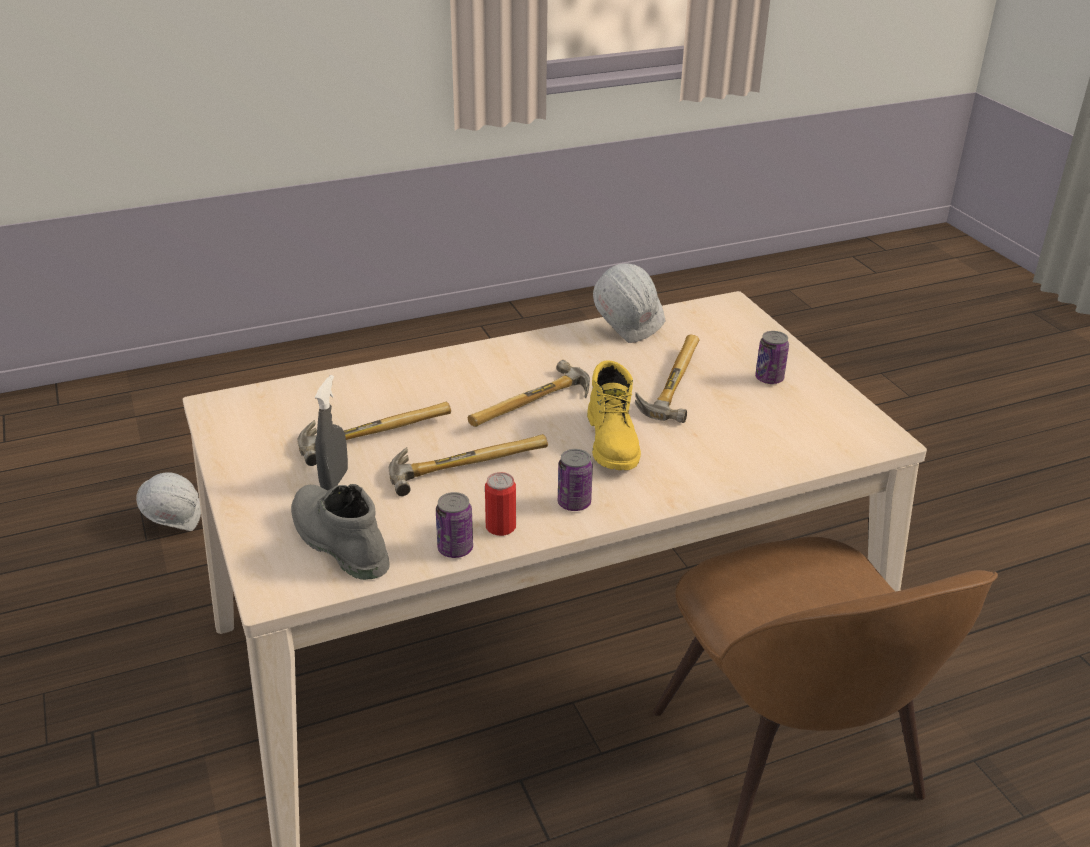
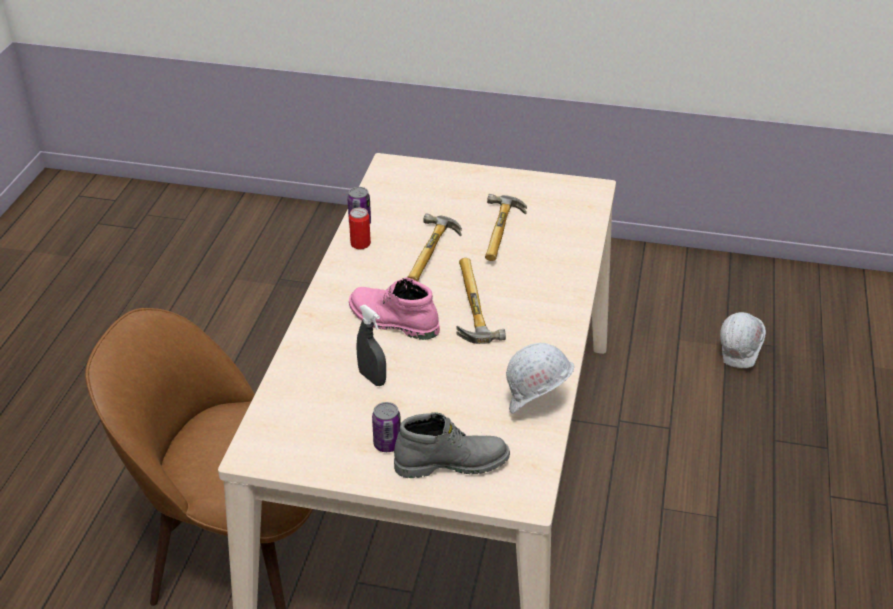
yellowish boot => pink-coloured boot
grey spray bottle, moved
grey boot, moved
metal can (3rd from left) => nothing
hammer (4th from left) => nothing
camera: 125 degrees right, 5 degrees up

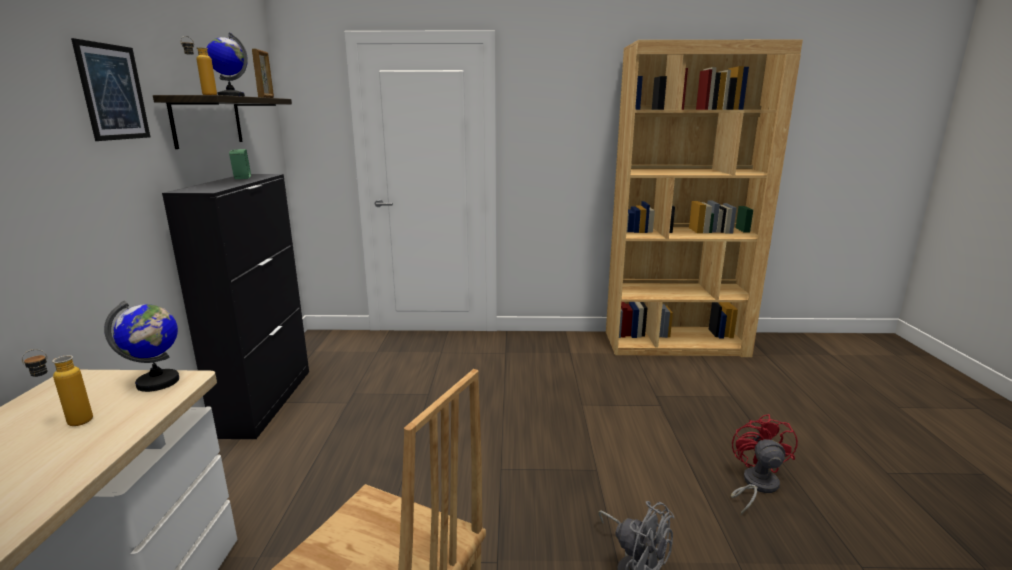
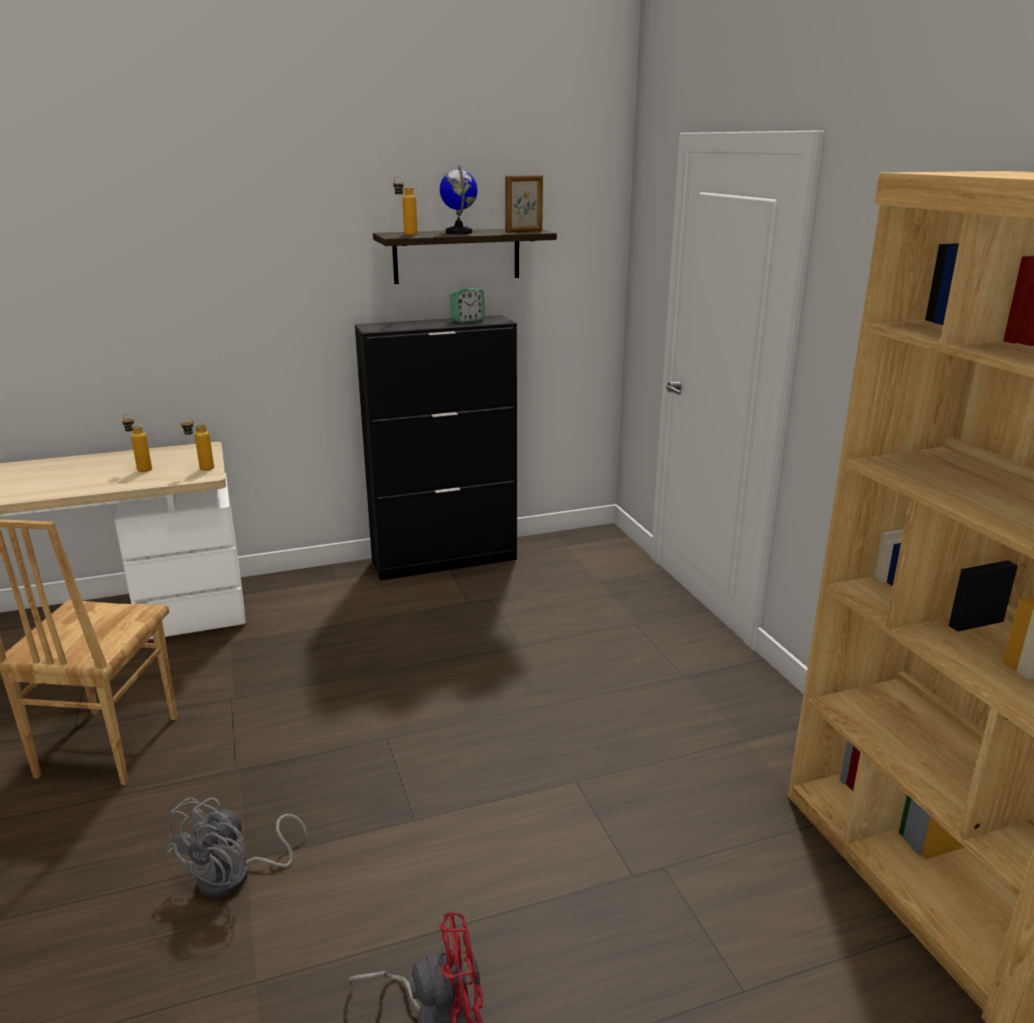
desk globe (1st from left) => bottle (2nd from left)
wall picture => nothing
camera: 70 degrees right, 5 degrees up

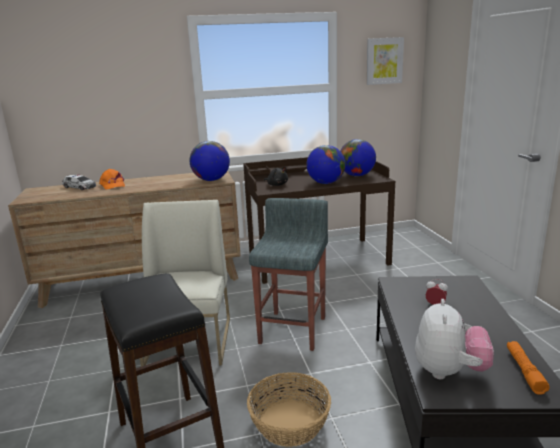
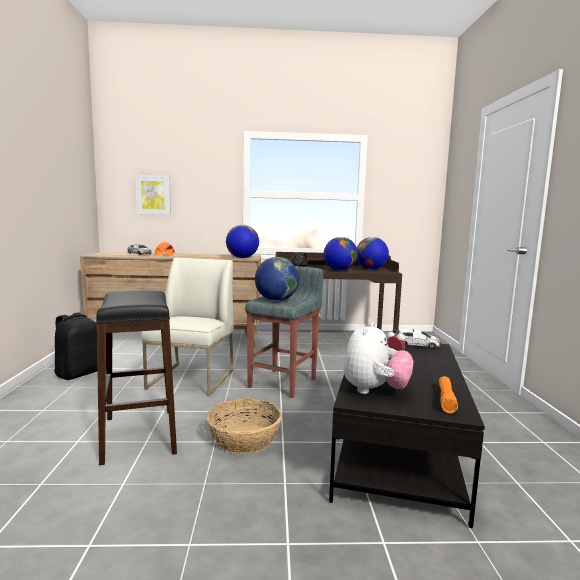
nothing => blackish backpack
wall picture, moved
nothing => desk globe (2nd from left)
nothing => miniature car (2nd from left)
camera: 10 degrees right, 10 degrees down

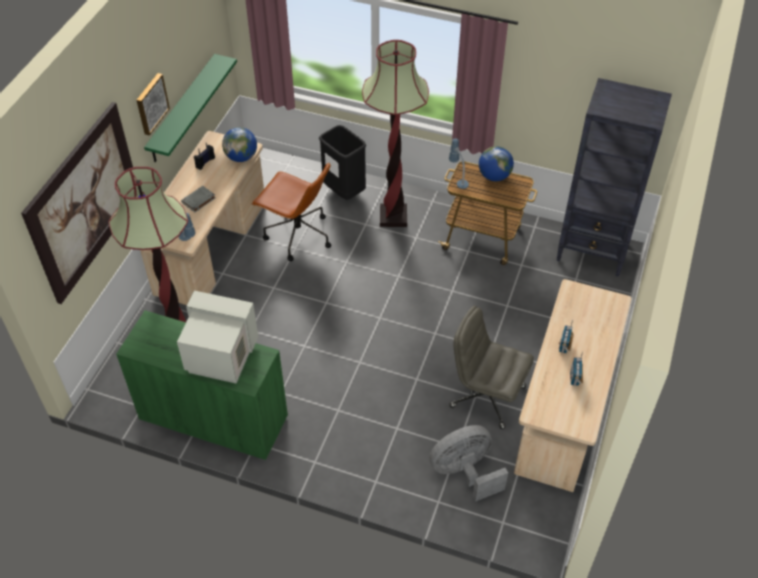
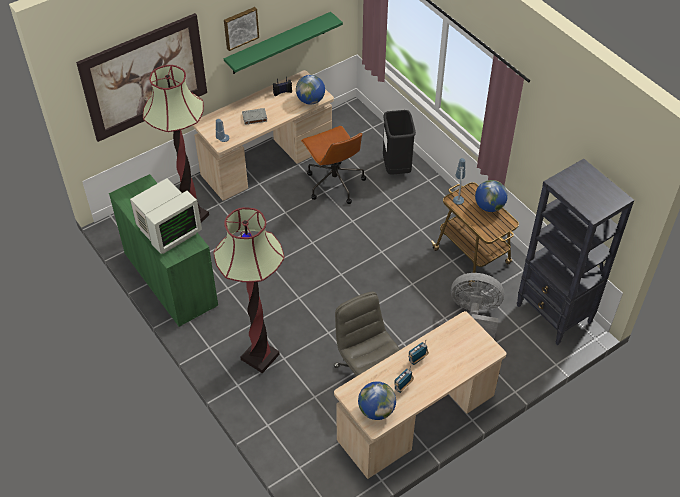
computer display, 90 degrees clockwise
standing lamp (2nd from left), moved
nothing => desk globe (2nd from left)
grey electric fan, moved
camera: 35 degrees right, 0 degrees up

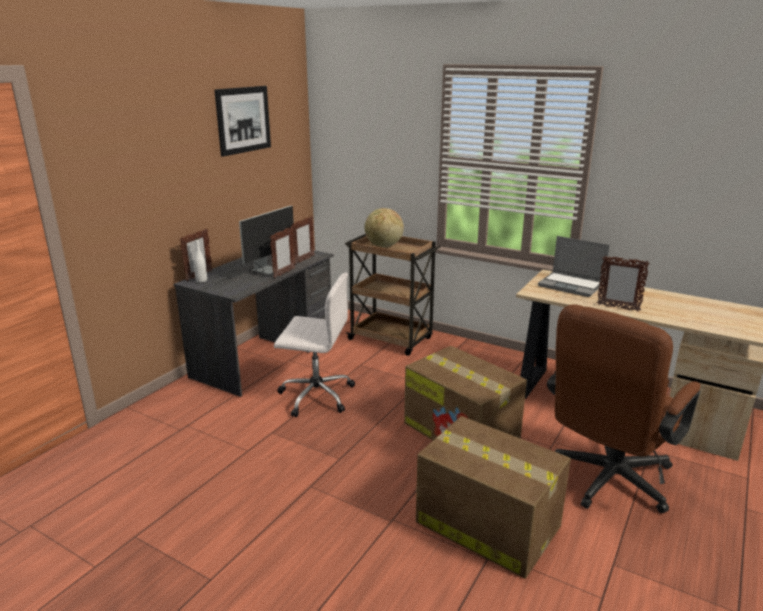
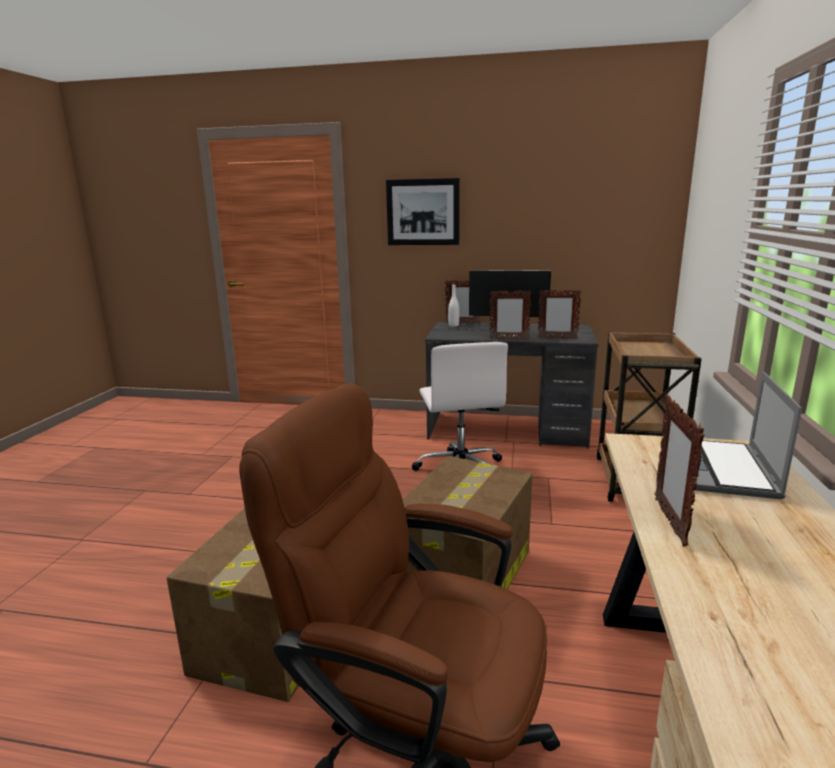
wall picture, moved
desk globe => nothing
camera: 70 degrees right, 5 degrees down

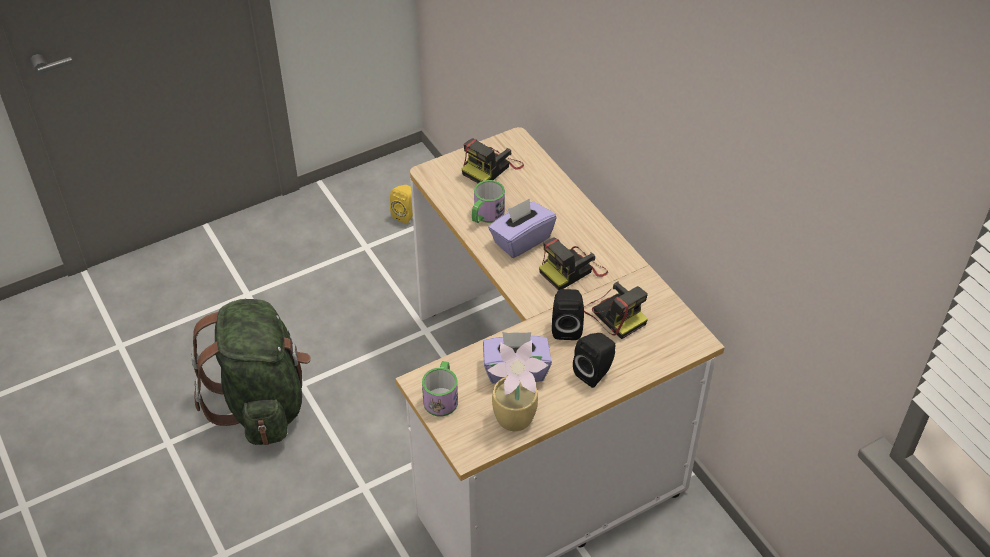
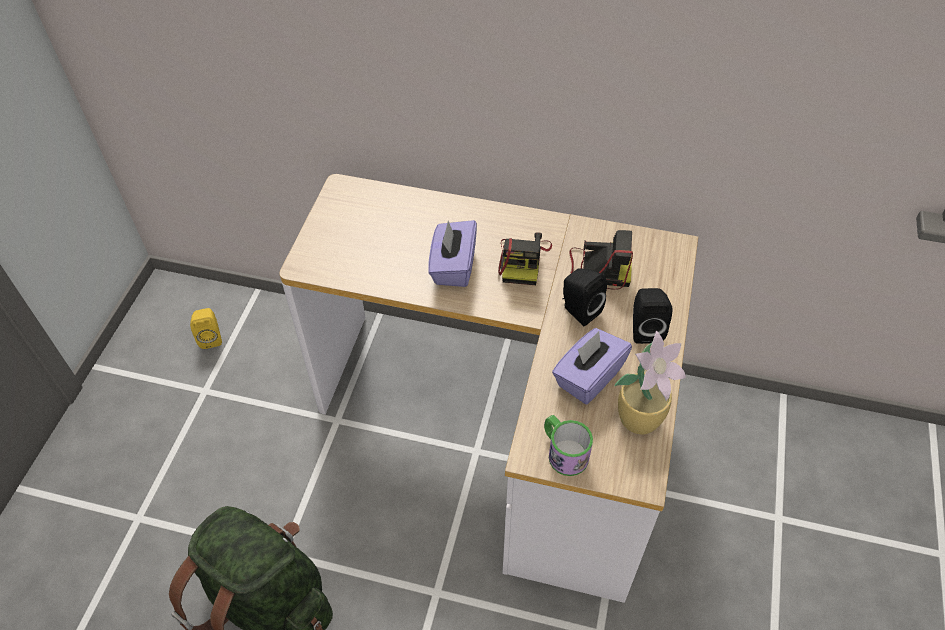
photo camera (1st from left) => nothing
mug (2nd from left) => nothing
camera: 45 degrees left, 5 degrees up

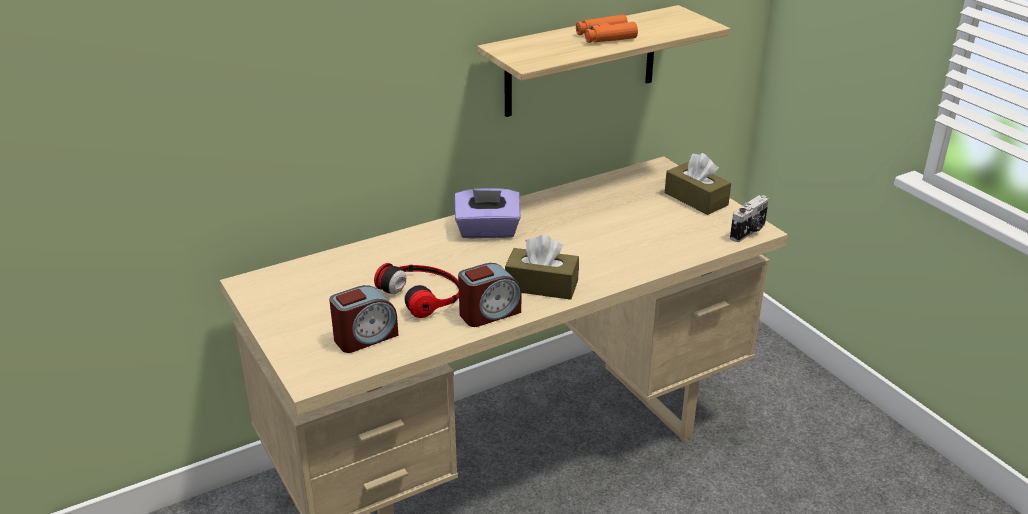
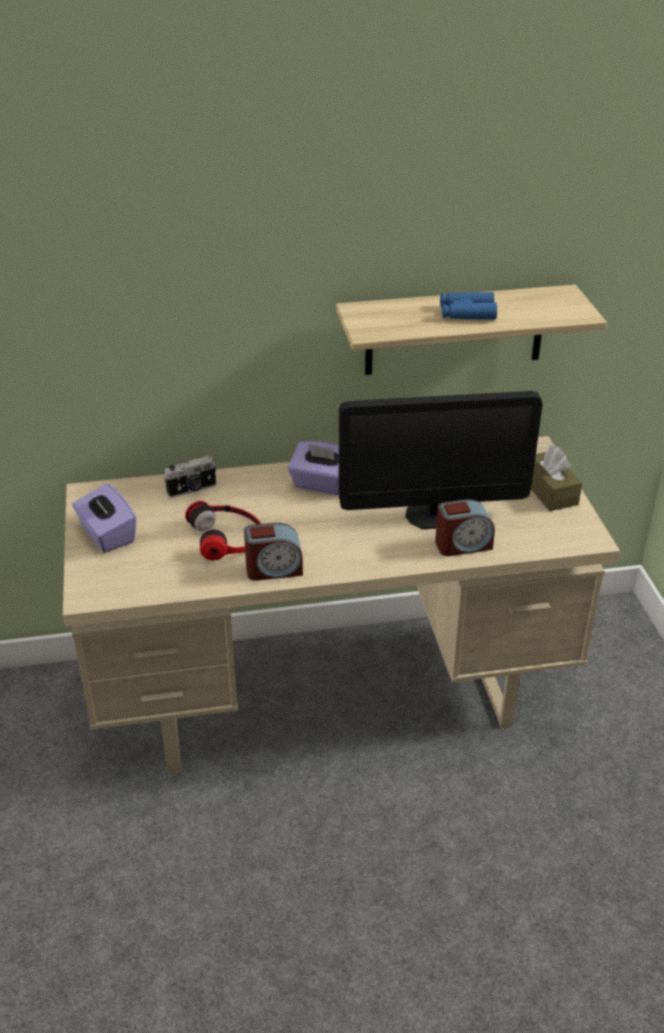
nothing => purple box of tissues (1st from left)
photo camera, moved
nothing => computer display
alarm clock (1st from left in the first image) => alarm clock (2nd from left), moved
orange-coloured binoculars => blue binoculars
brownish box of tissues (1st from left) => nothing
camera: 20 degrees right, 5 degrees up

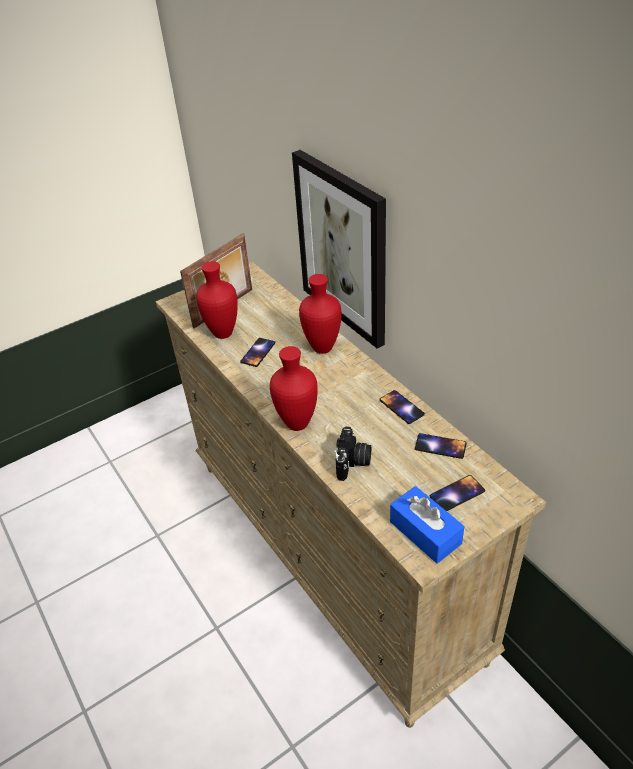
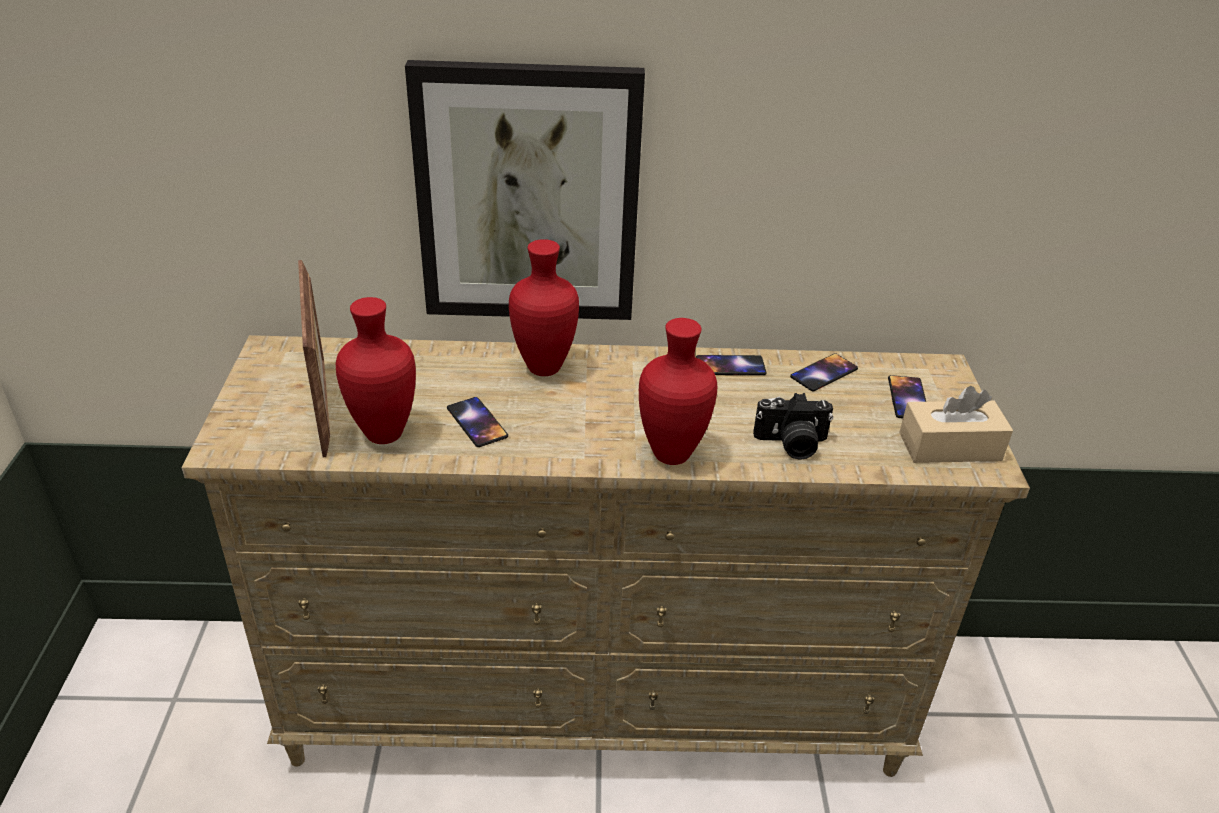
photo camera, 135 degrees clockwise
blue box of tissues => sand-coloured box of tissues
camera: 60 degrees left, 5 degrees down

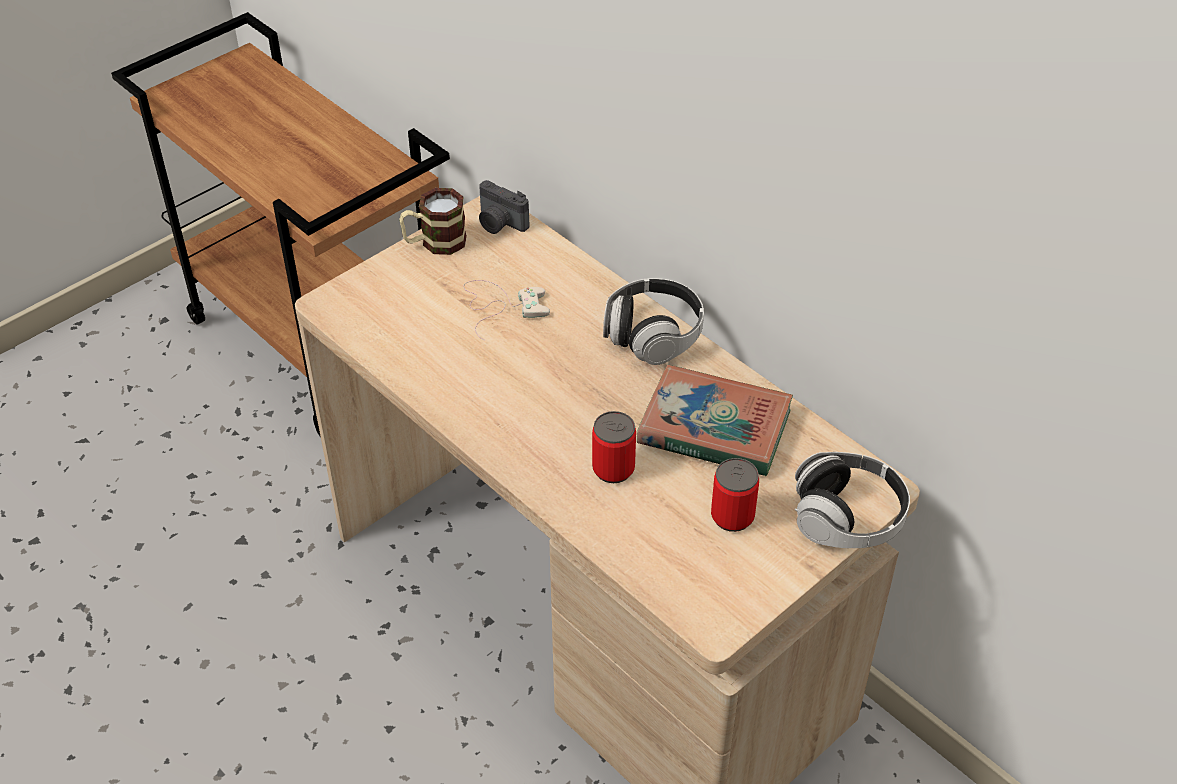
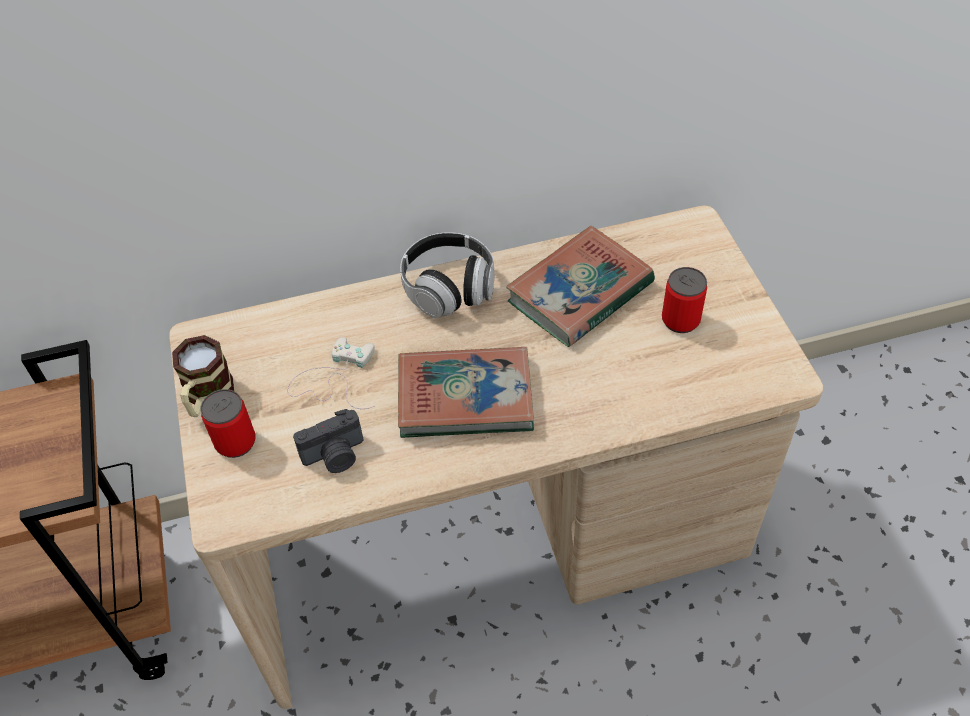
metal can (1st from left), moved
photo camera, moved
nothing => book (1st from left)
pair of headphones (2nd from left) => nothing
camera: 60 degrees left, 5 degrees up

